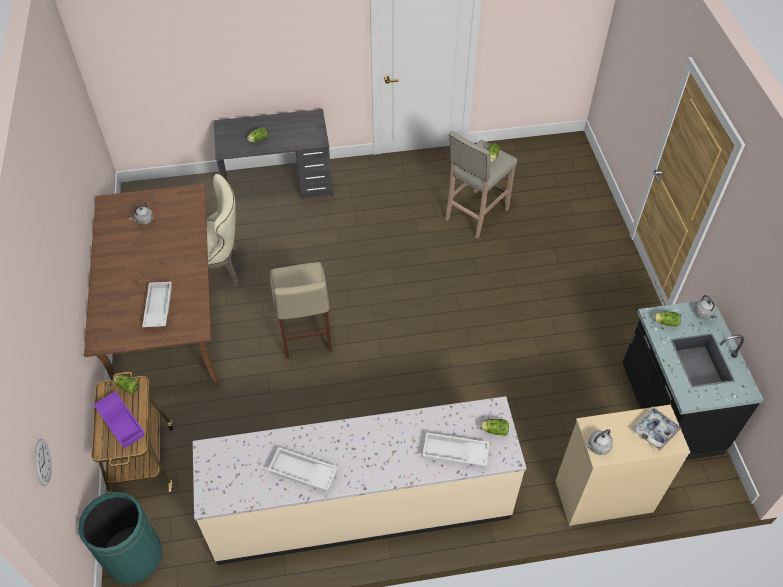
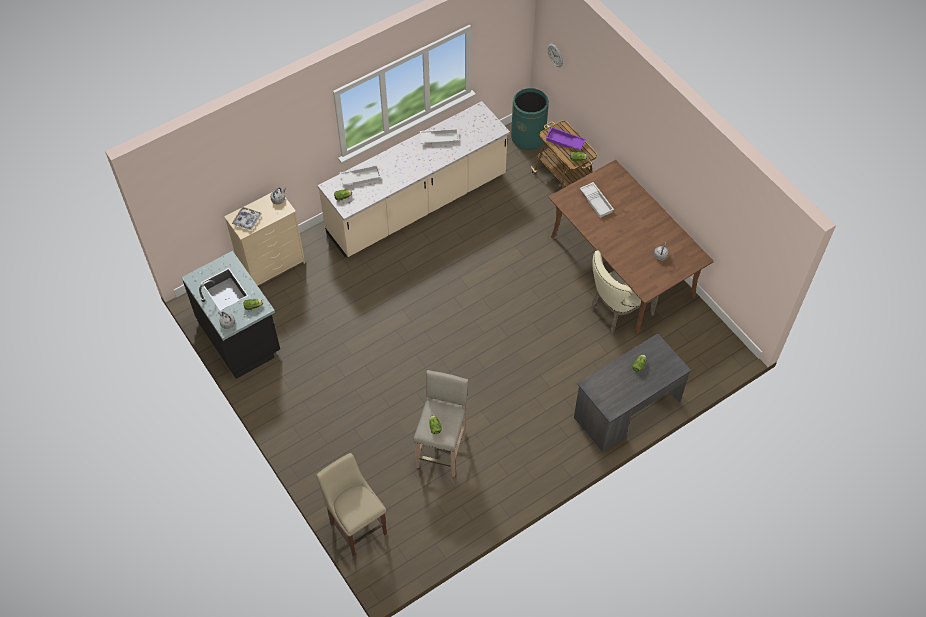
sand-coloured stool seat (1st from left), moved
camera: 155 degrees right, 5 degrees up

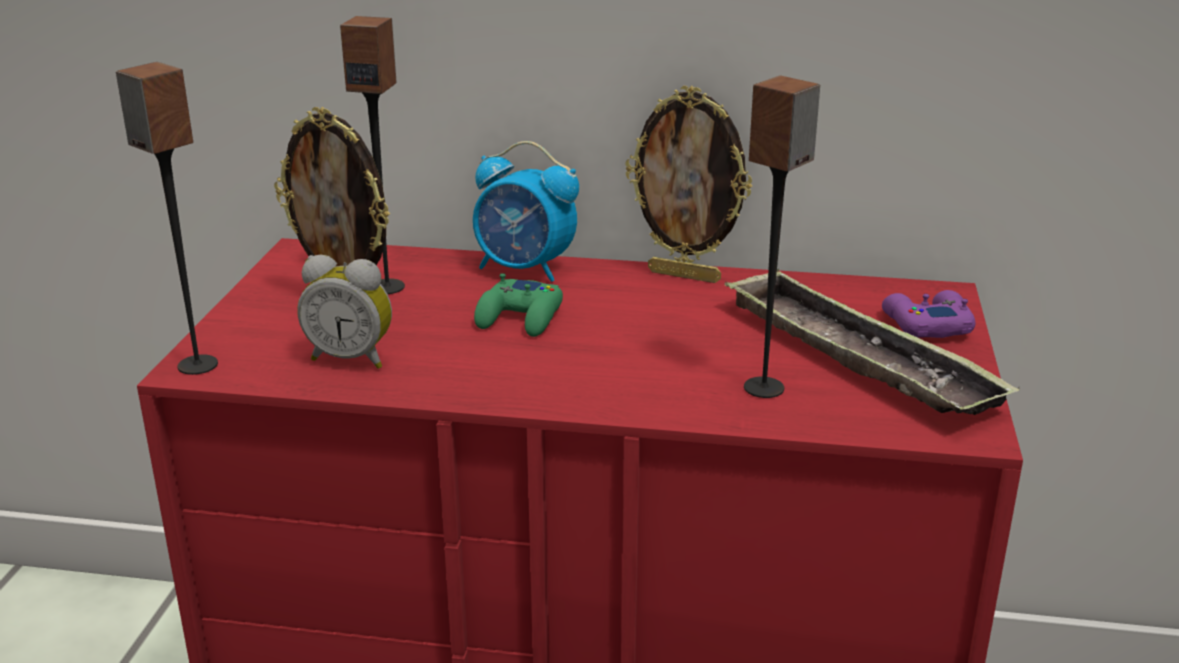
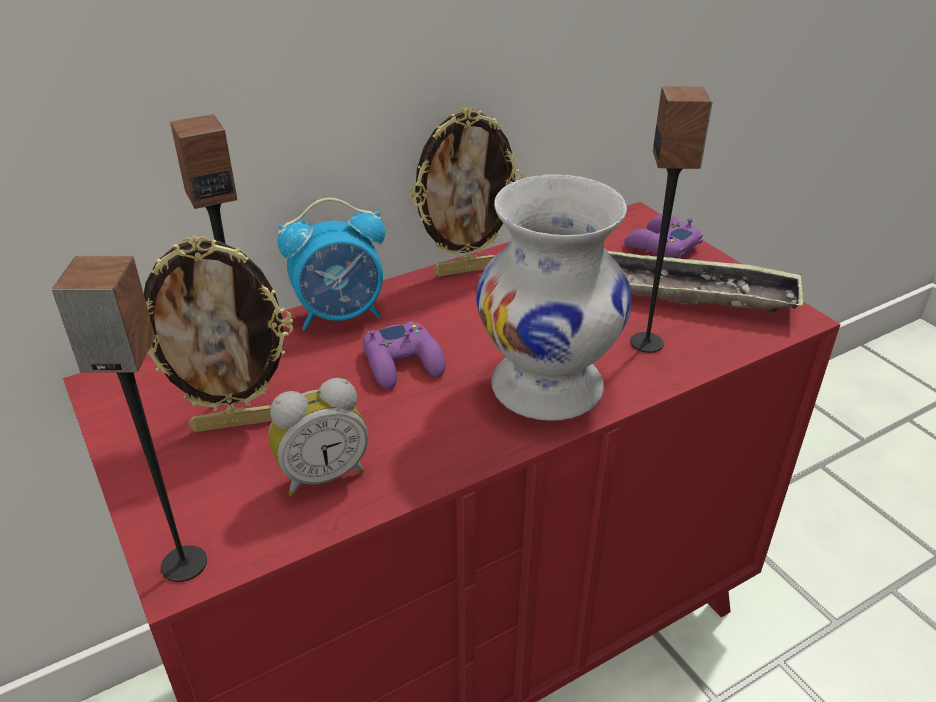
greenish game controller => purple game controller (1st from left)
nothing => white-coloured flower vase
camera: 40 degrees left, 10 degrees up

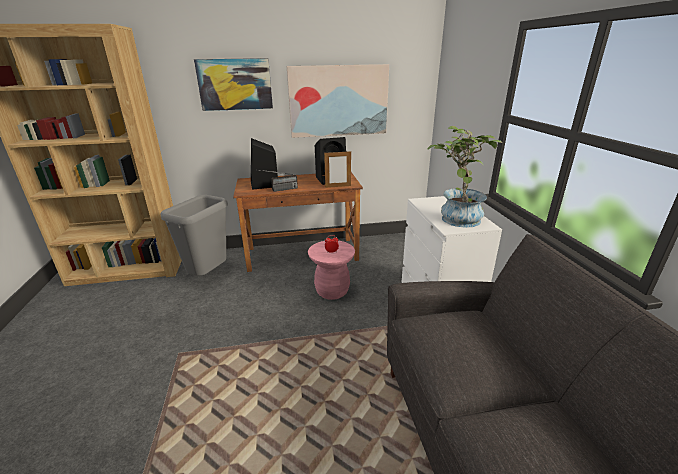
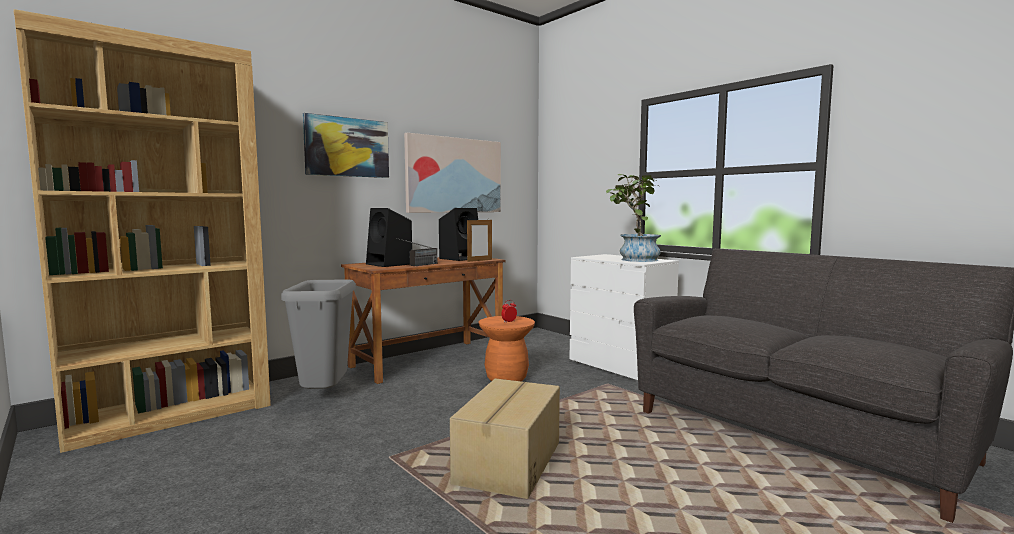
nothing => packing box
pink-coloured stool seat => orange-coloured stool seat
camera: 30 degrees left, 20 degrees down

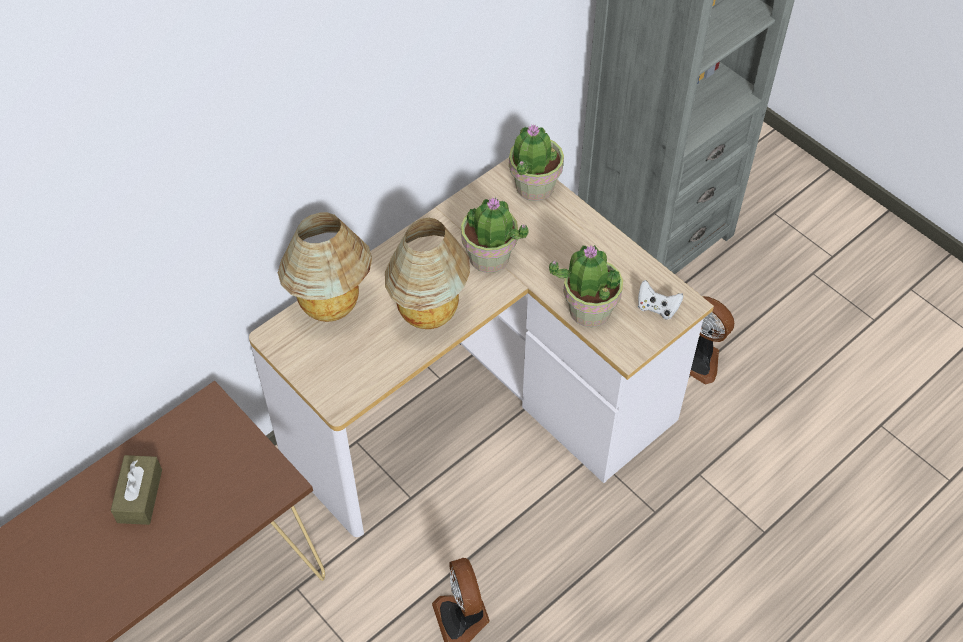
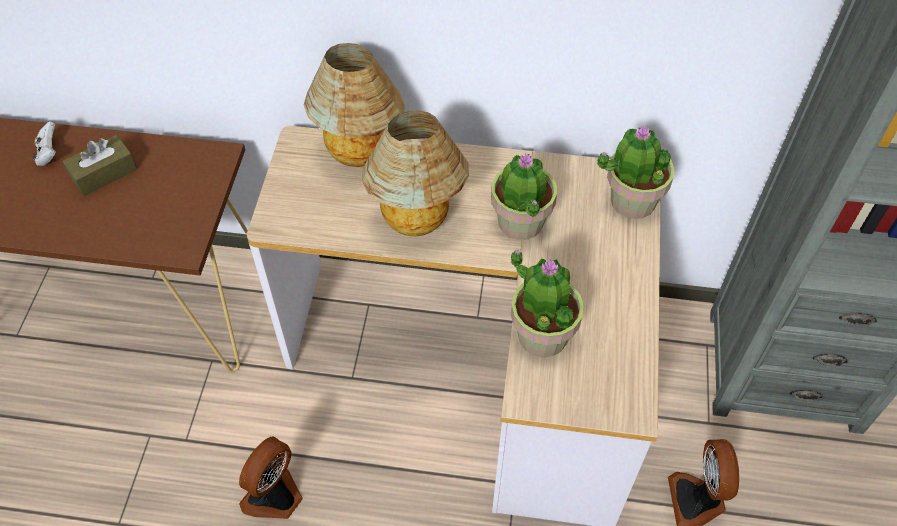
white-coloured game controller, moved
camera: 50 degrees right, 0 degrees up

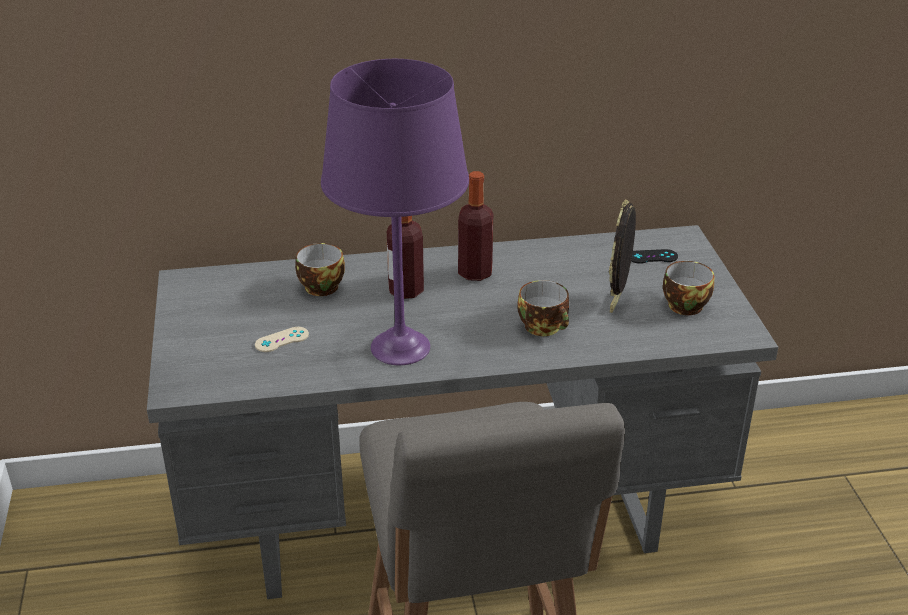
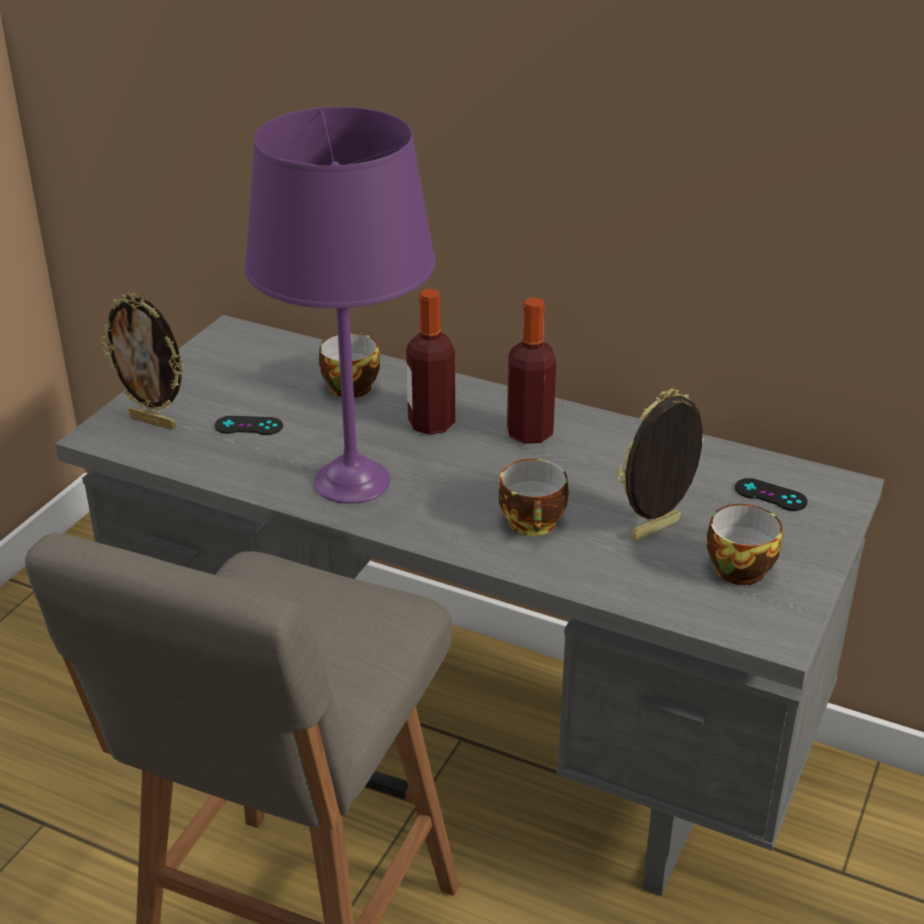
nothing => photo frame (1st from left)
sand-coloured game controller => blackish game controller (1st from left)
camera: 35 degrees right, 0 degrees up

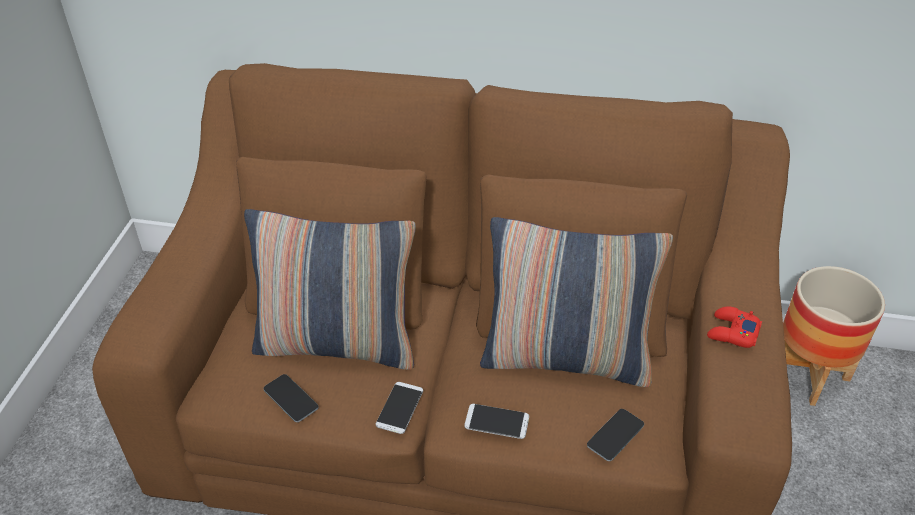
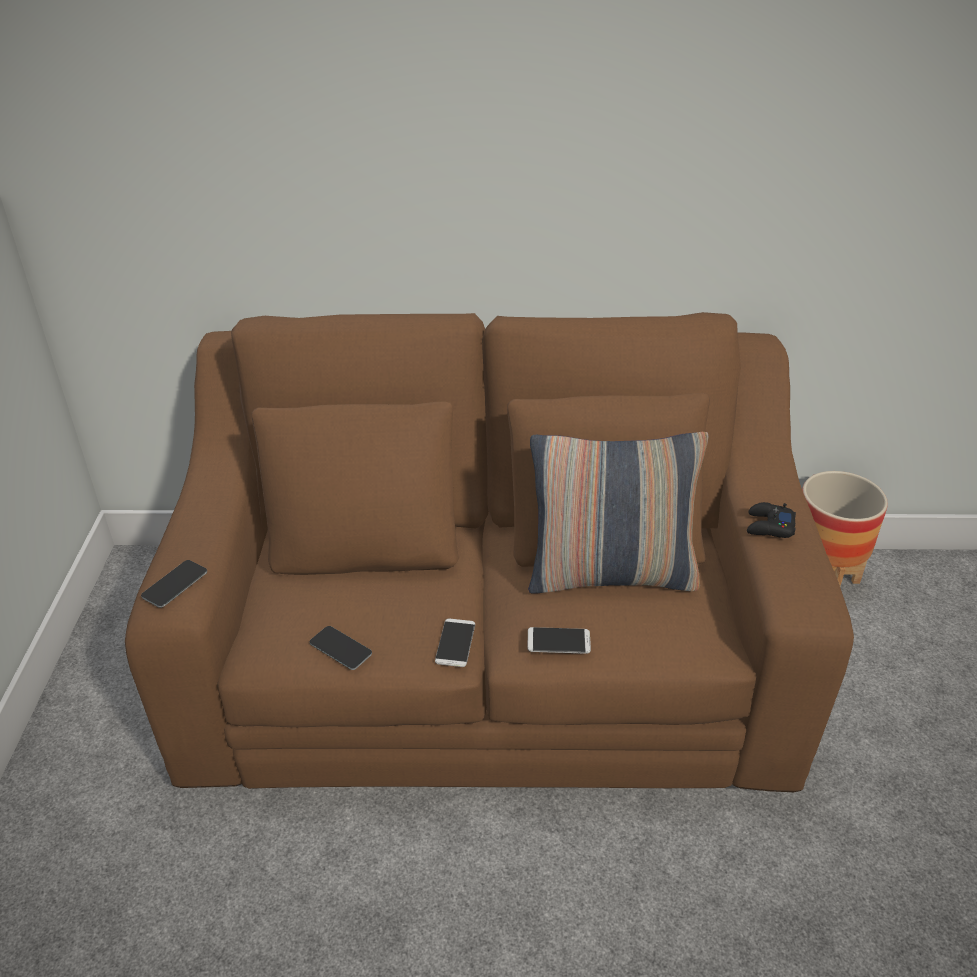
phone (4th from left in the first image) => phone (1st from left), moved
red game controller => blackish game controller
cushion (1st from left) => nothing
camera: 10 degrees left, 5 degrees down

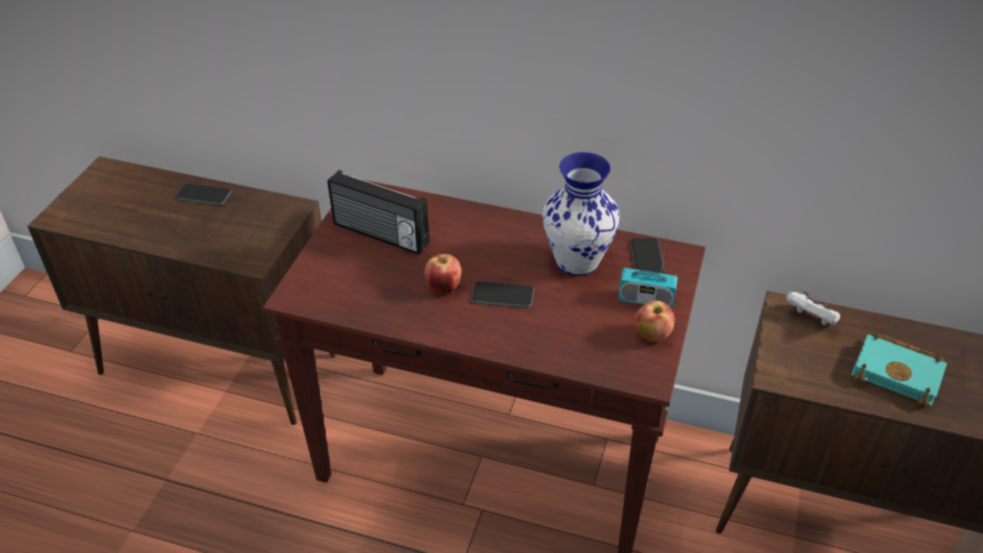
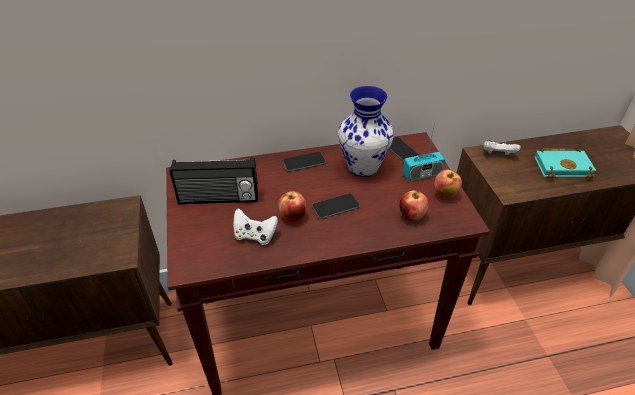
nothing => white-coloured game controller (1st from left)
phone (1st from left), moved
nothing => apple (2nd from left)
camera: 30 degrees left, 0 degrees up

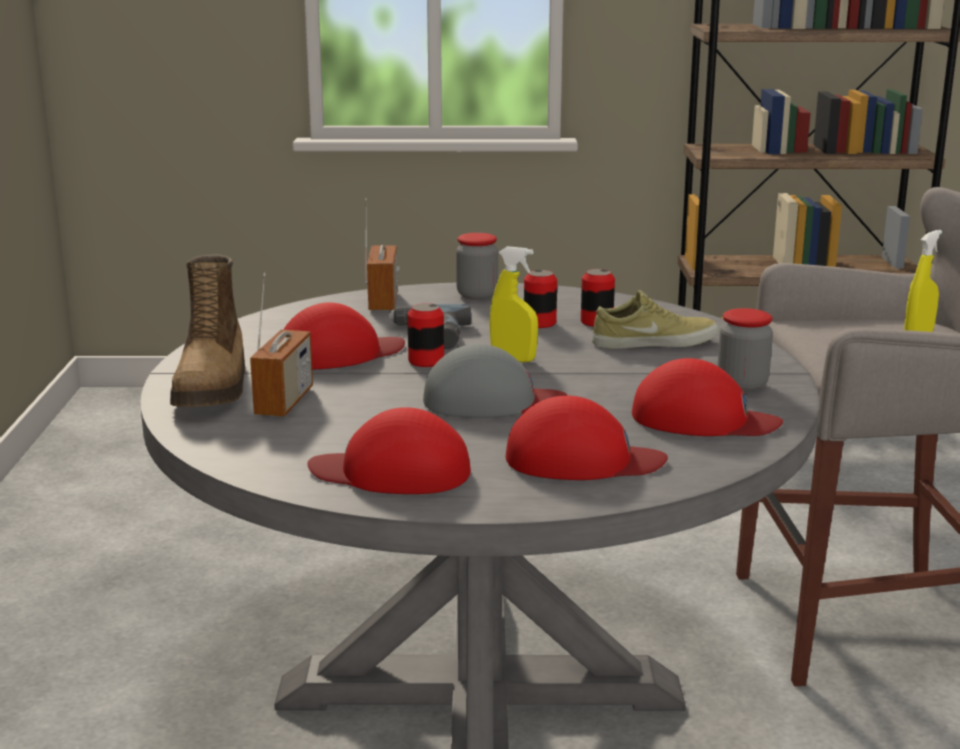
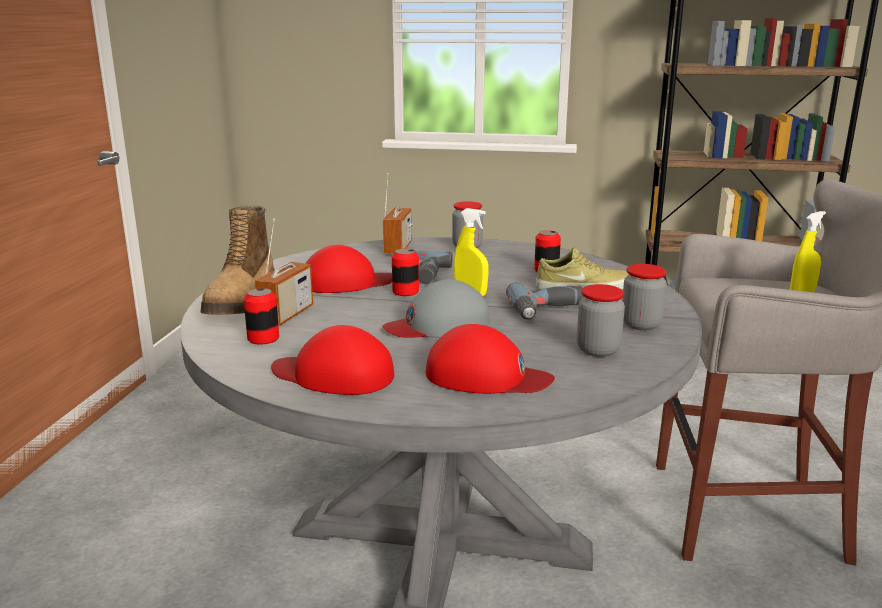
metal can (2nd from left in the first image) => metal can (1st from left), moved
grey cap, 150 degrees clockwise
nothing => electric drill (2nd from left)
red cap (4th from left) => jar (2nd from left)
camera: 10 degrees right, 0 degrees up

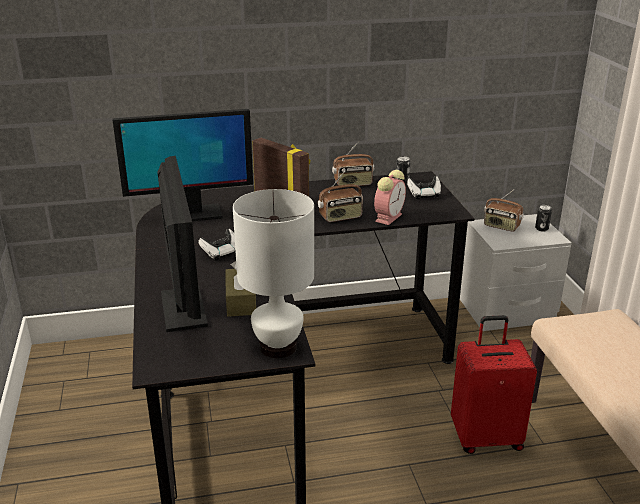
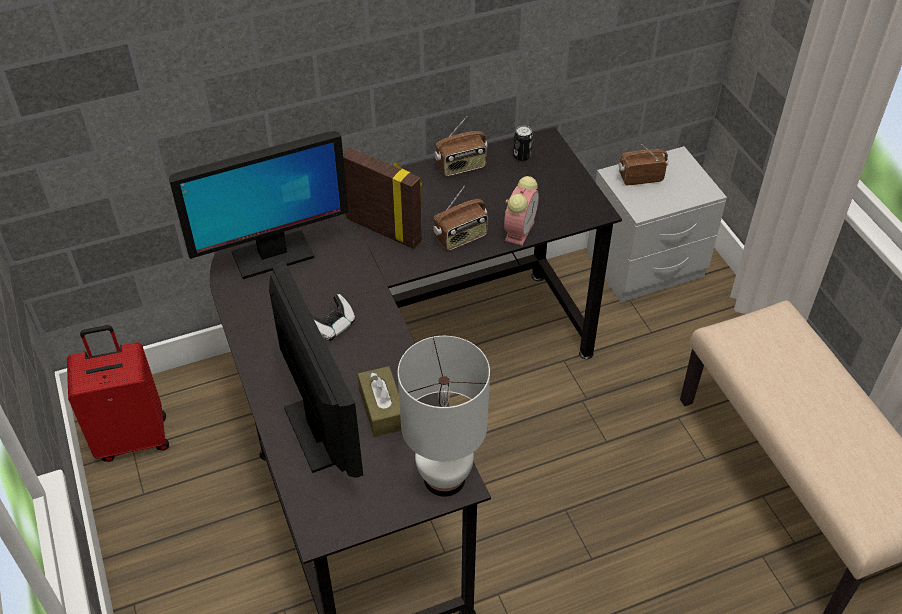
red piece of luggage, moved
radio set (3rd from left), 150 degrees clockwise
game controller (2nd from left) => nothing
metal can (2nd from left) => nothing
camera: 10 degrees left, 20 degrees up

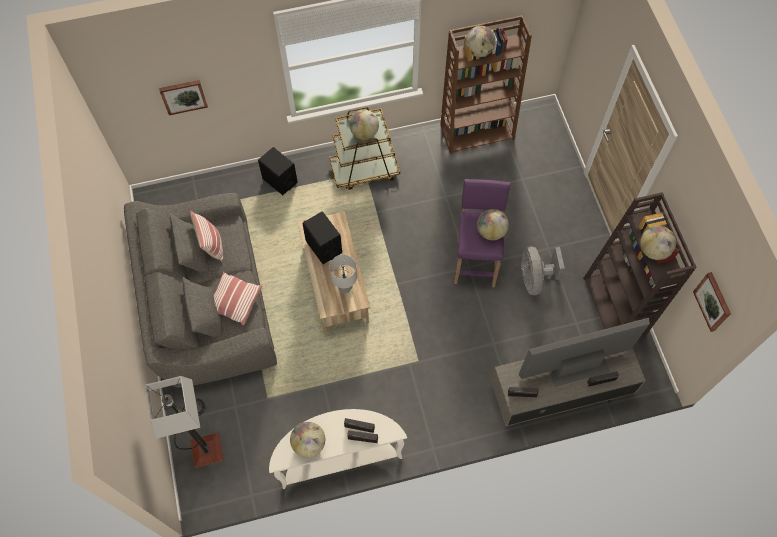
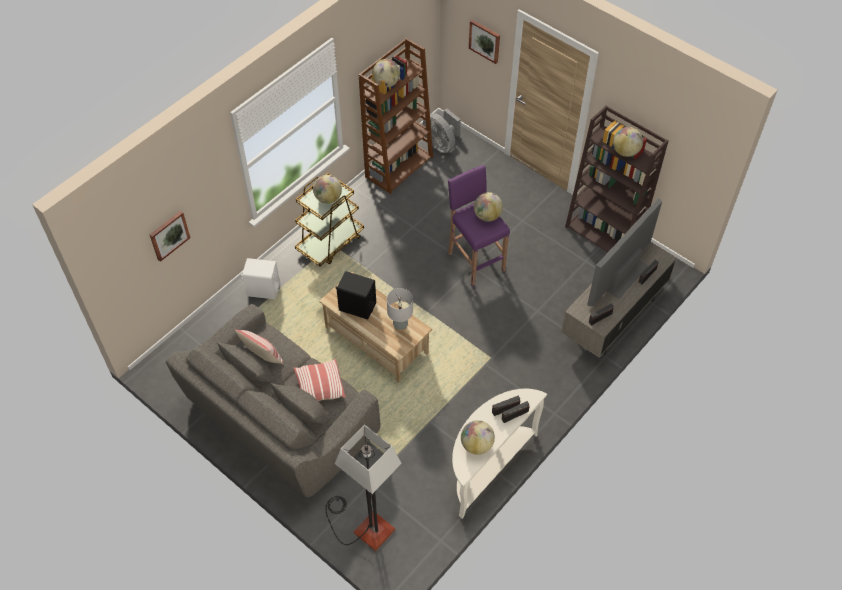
blackish speaker (1st from left) => white-coloured speaker
grey electric fan, moved
wall picture (2nd from left), moved
camera: 35 degrees left, 10 degrees down

